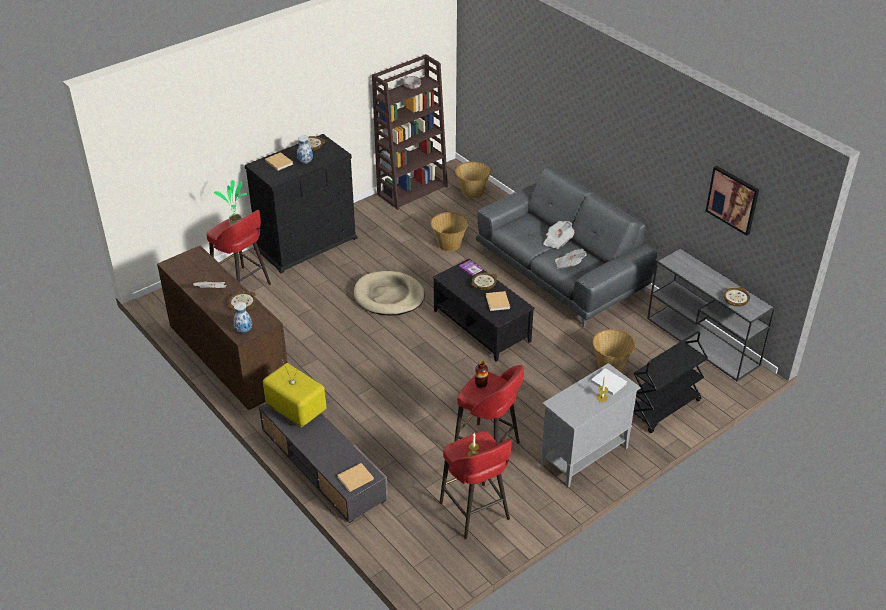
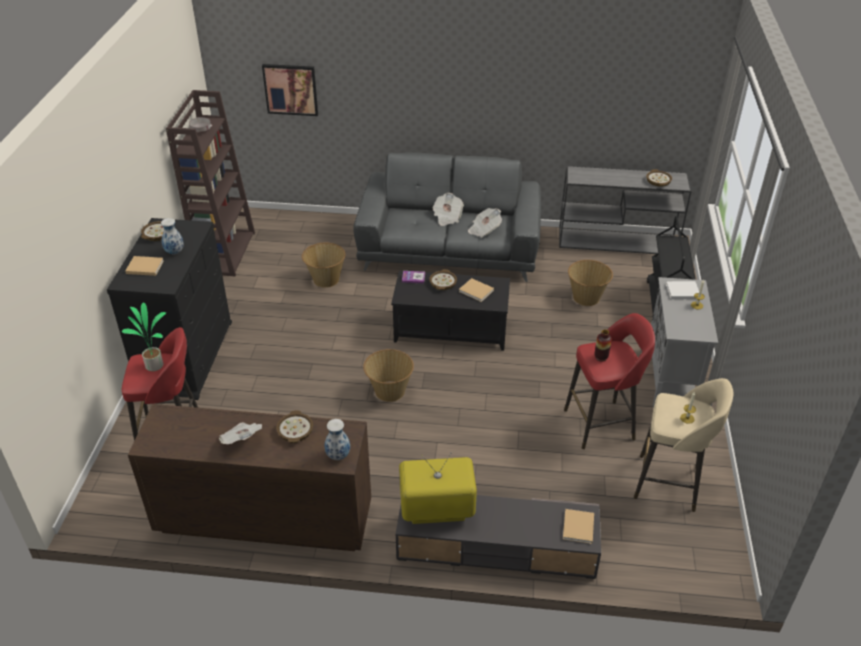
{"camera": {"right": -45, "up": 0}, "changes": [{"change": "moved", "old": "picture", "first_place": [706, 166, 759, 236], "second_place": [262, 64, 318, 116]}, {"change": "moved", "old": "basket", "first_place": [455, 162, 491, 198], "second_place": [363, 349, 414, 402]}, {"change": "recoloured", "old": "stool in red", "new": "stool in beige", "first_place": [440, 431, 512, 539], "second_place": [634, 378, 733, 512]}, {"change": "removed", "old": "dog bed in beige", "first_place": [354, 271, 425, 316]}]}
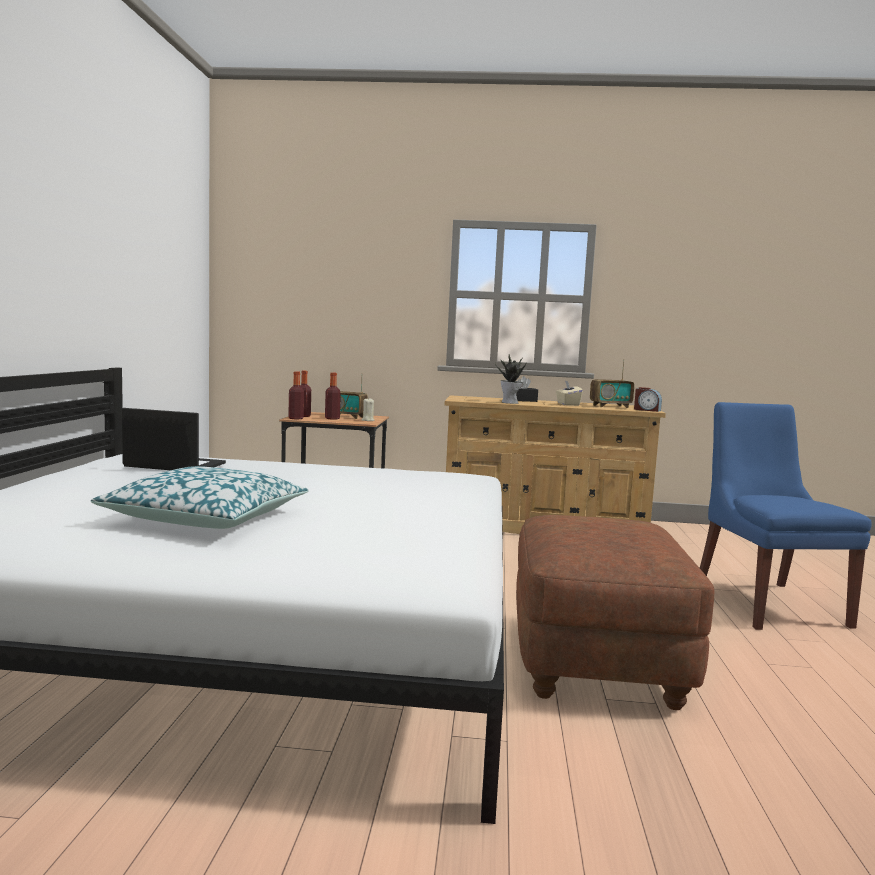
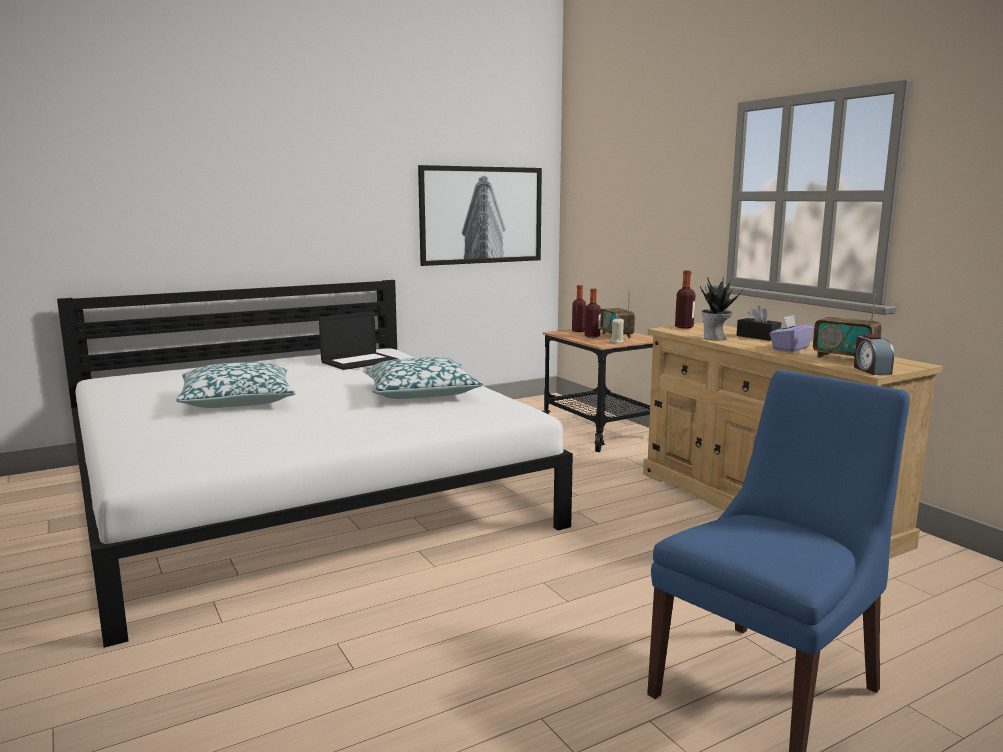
{"camera": {"right": 55, "up": 5}, "changes": [{"change": "turned", "old": "laptop", "first_place": [122, 408, 226, 470], "second_place": [319, 311, 398, 370], "degrees": 75}, {"change": "added", "new": "pillow", "second_place": [363, 357, 483, 399]}, {"change": "added", "new": "picture", "second_place": [418, 165, 542, 266]}, {"change": "moved", "old": "bottle", "first_place": [288, 371, 304, 419], "second_place": [675, 270, 695, 329]}, {"change": "recoloured", "old": "tissue box in beige", "new": "tissue box in purple", "first_place": [556, 381, 583, 406], "second_place": [770, 315, 814, 352]}, {"change": "removed", "old": "ottoman in brown", "first_place": [516, 515, 714, 710]}]}
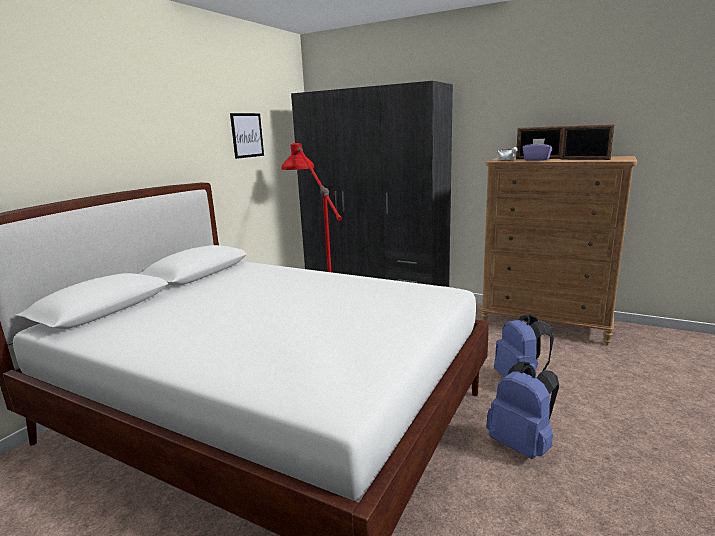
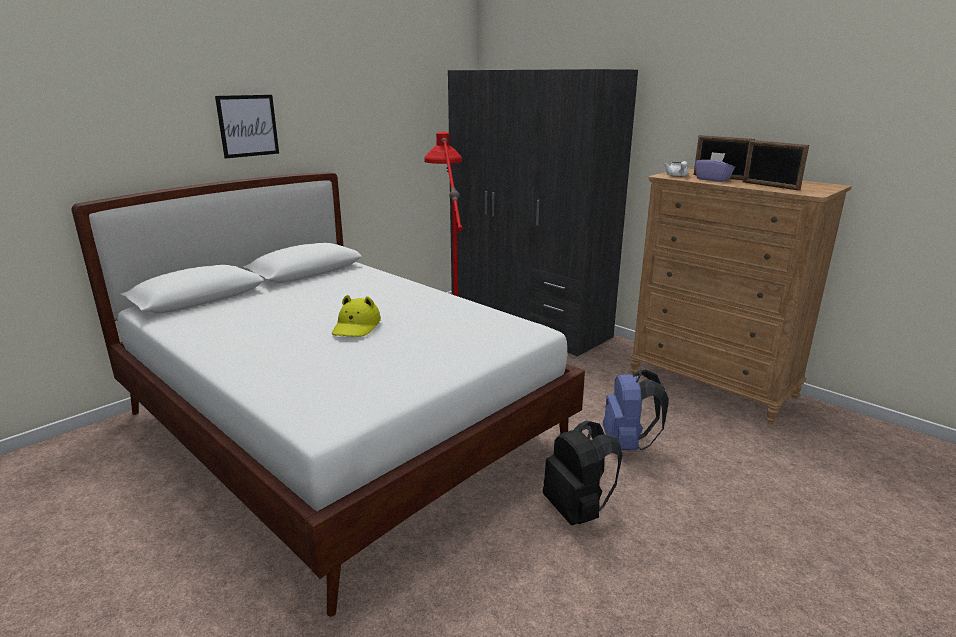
{"camera": {"right": 15, "up": 5}, "changes": [{"change": "moved", "old": "picture", "first_place": [230, 113, 264, 159], "second_place": [215, 95, 279, 159]}, {"change": "added", "new": "hat in yellow", "second_place": [332, 295, 381, 337]}, {"change": "recoloured", "old": "backpack in blue", "new": "backpack in black", "first_place": [486, 362, 559, 459], "second_place": [543, 421, 623, 525]}]}
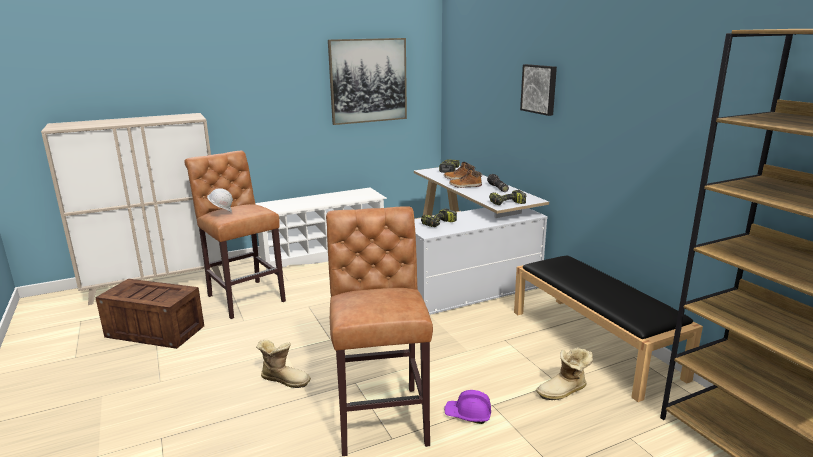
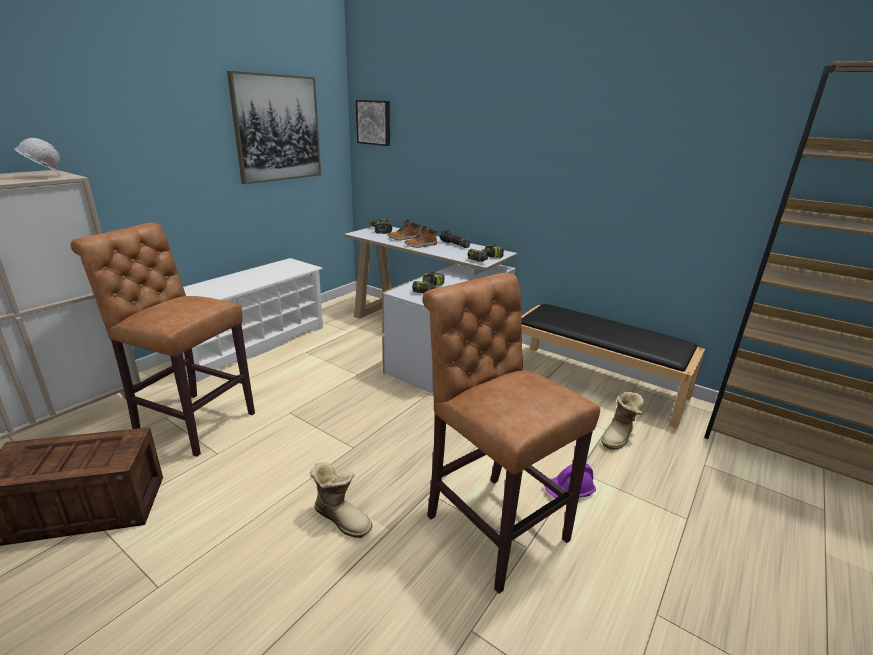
{"camera": {"right": -30, "up": 5}, "changes": [{"change": "moved", "old": "hard hat in white", "first_place": [207, 188, 233, 213], "second_place": [14, 138, 61, 176]}, {"change": "turned", "old": "boot", "first_place": [256, 340, 311, 388], "second_place": [310, 462, 372, 538], "degrees": 45}, {"change": "moved", "old": "picture", "first_place": [520, 64, 557, 116], "second_place": [356, 100, 390, 146]}]}
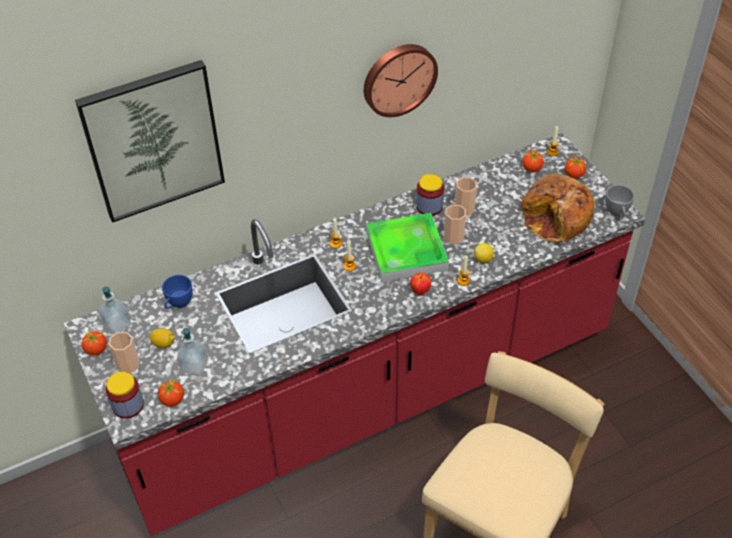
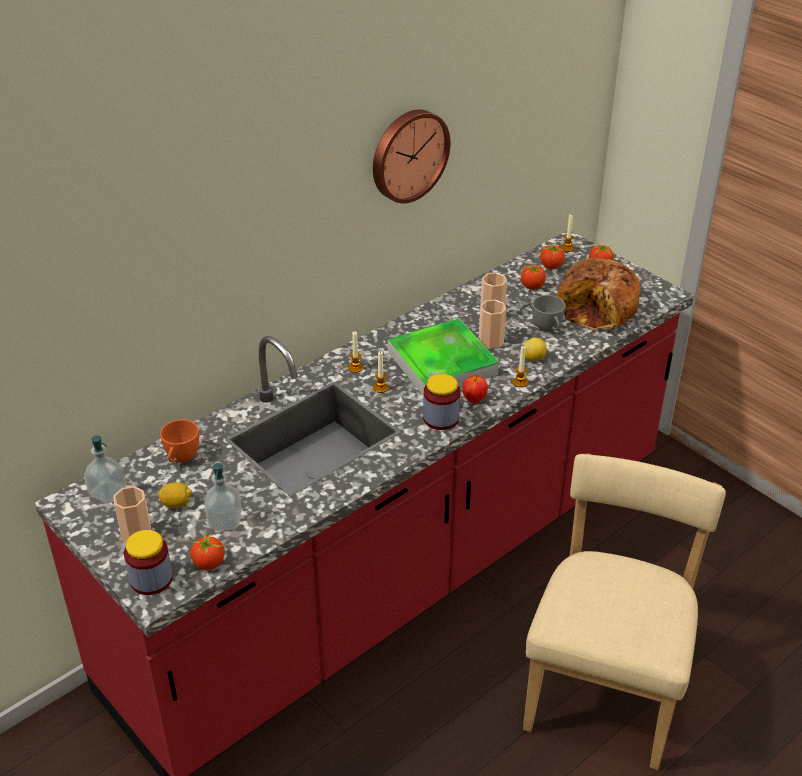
{"camera": {"right": -15, "up": -10}, "changes": [{"change": "recoloured", "old": "cup in blue", "new": "cup in orange", "first_place": [162, 275, 193, 309], "second_place": [160, 419, 199, 462]}, {"change": "moved", "old": "jar", "first_place": [416, 174, 444, 216], "second_place": [423, 374, 460, 430]}, {"change": "moved", "old": "tomato", "first_place": [81, 331, 107, 356], "second_place": [521, 265, 548, 290]}, {"change": "moved", "old": "cup in grey", "first_place": [606, 185, 634, 217], "second_place": [532, 295, 565, 332]}, {"change": "removed", "old": "picture", "first_place": [75, 60, 225, 223]}]}
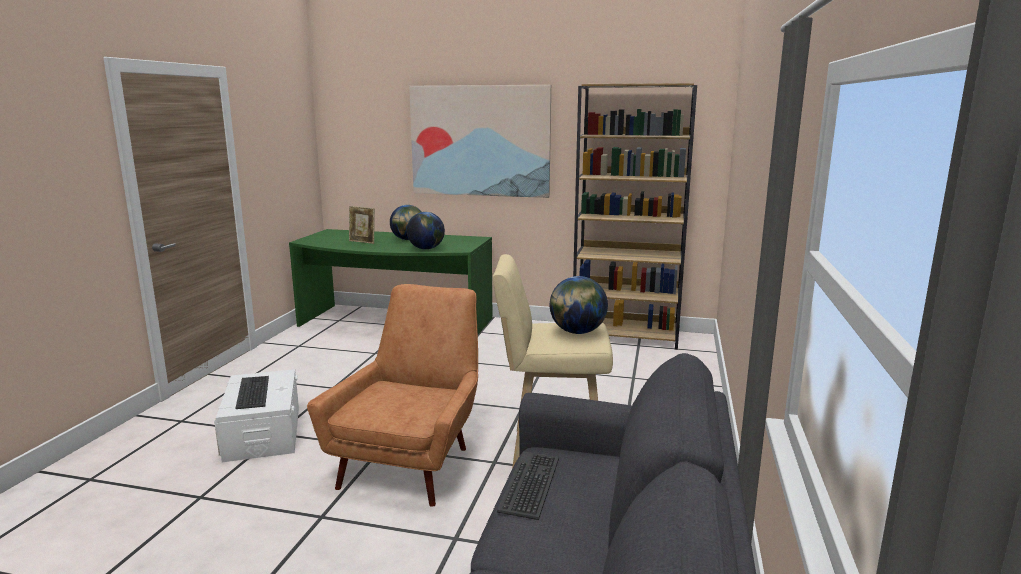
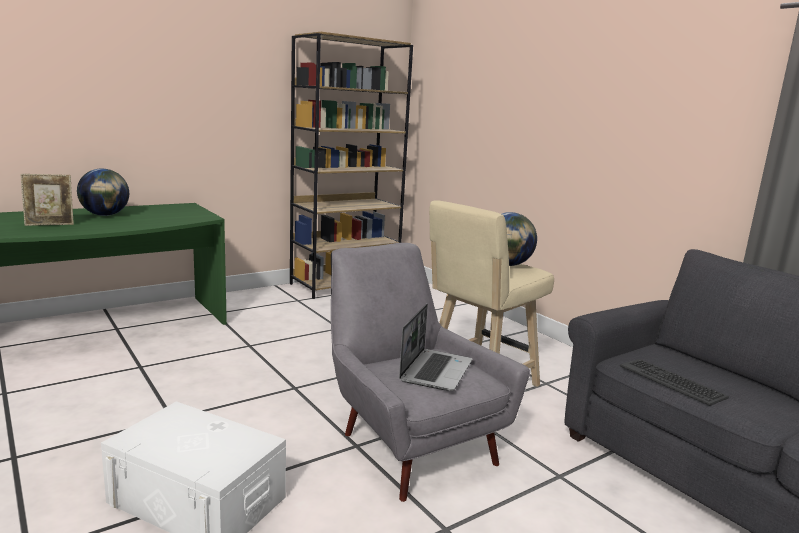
{"camera": {"right": -50, "up": 0}, "changes": [{"change": "recoloured", "old": "armchair in brown", "new": "armchair in grey", "first_place": [307, 284, 478, 507], "second_place": [331, 243, 530, 502]}, {"change": "added", "new": "laptop", "second_place": [399, 304, 472, 391]}, {"change": "removed", "old": "keyboard", "first_place": [235, 376, 269, 409]}, {"change": "removed", "old": "globe", "first_place": [407, 212, 445, 250]}, {"change": "removed", "old": "picture", "first_place": [409, 85, 551, 198]}]}
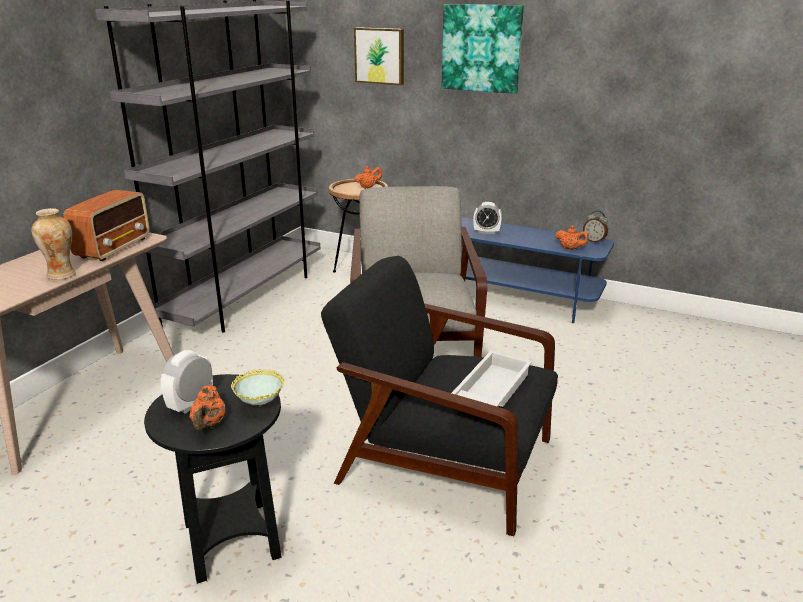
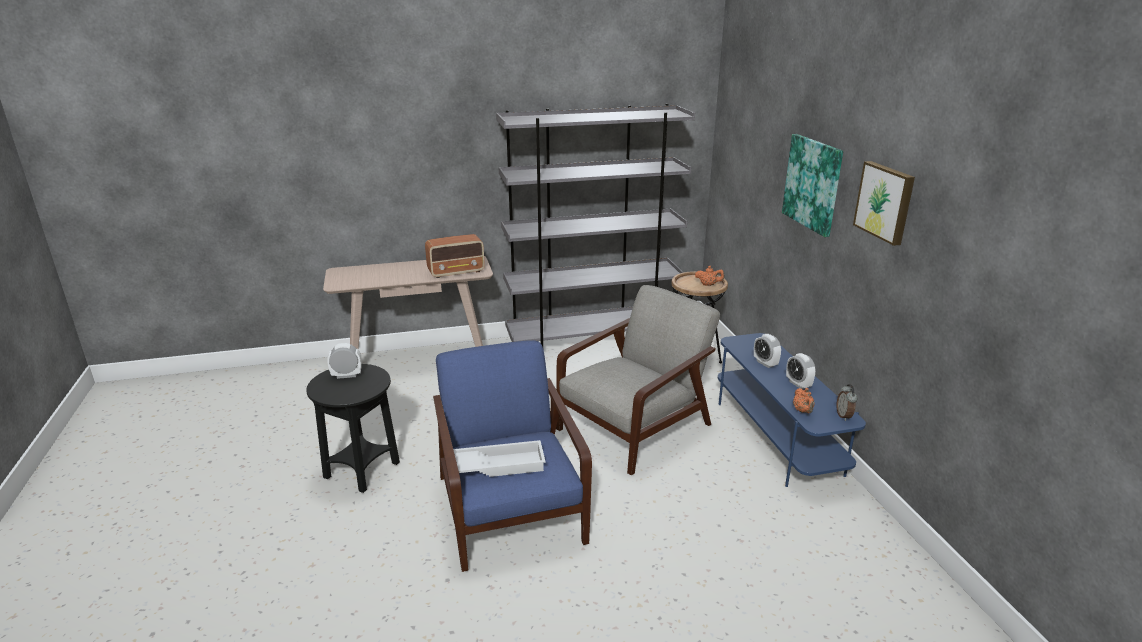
{"camera": {"right": 50, "up": 0}, "changes": [{"change": "recoloured", "old": "armchair in black", "new": "armchair in blue", "first_place": [321, 256, 558, 536], "second_place": [433, 340, 592, 572]}, {"change": "added", "new": "alarm clock", "second_place": [786, 353, 816, 389]}, {"change": "moved", "old": "picture", "first_place": [354, 27, 404, 85], "second_place": [853, 161, 915, 246]}, {"change": "removed", "old": "vase", "first_place": [31, 208, 76, 280]}, {"change": "removed", "old": "teapot in orange", "first_place": [190, 385, 226, 430]}, {"change": "removed", "old": "bowl", "first_place": [231, 369, 284, 407]}]}
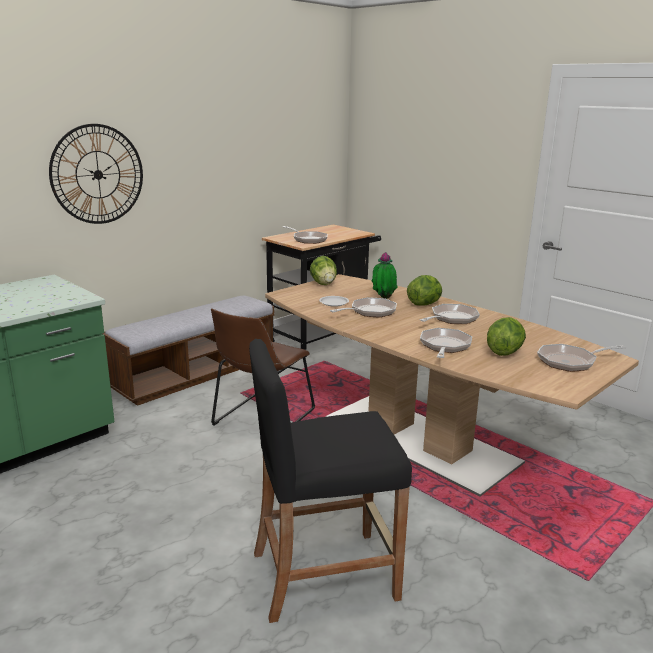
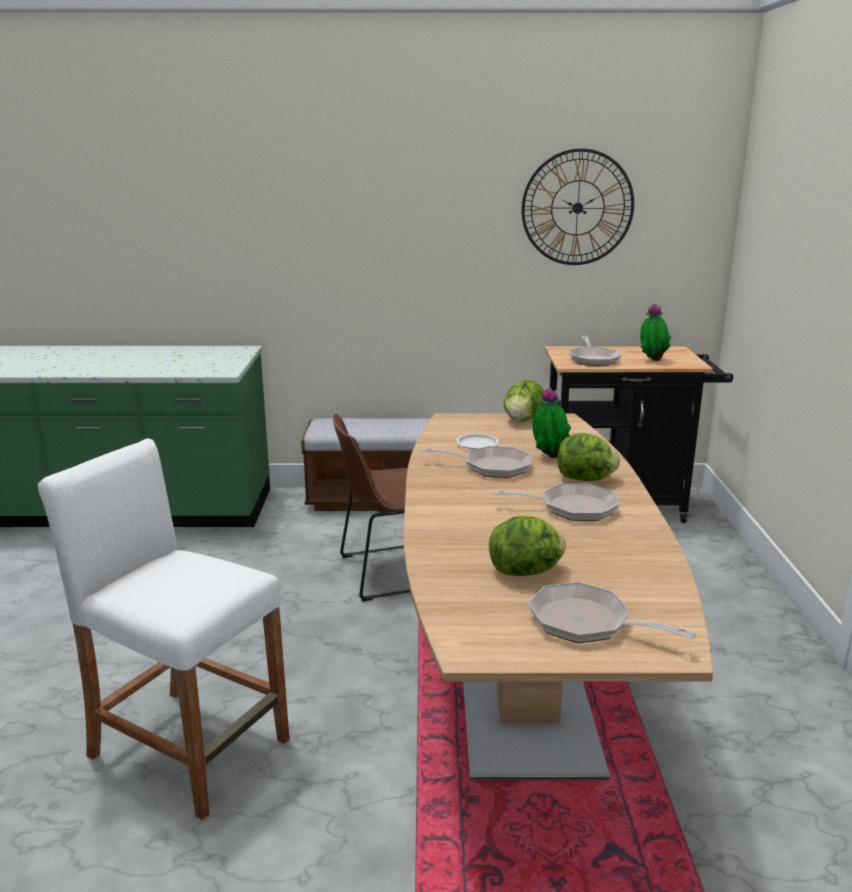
{"camera": {"right": 45, "up": 0}, "changes": [{"change": "recoloured", "old": "stool in black", "new": "stool in white", "first_place": [249, 339, 412, 623], "second_place": [38, 438, 289, 820]}, {"change": "moved", "old": "wall clock", "first_place": [49, 124, 143, 224], "second_place": [522, 148, 634, 265]}, {"change": "added", "new": "potted plant", "second_place": [640, 304, 671, 361]}, {"change": "removed", "old": "frying pan", "first_place": [420, 328, 472, 358]}]}
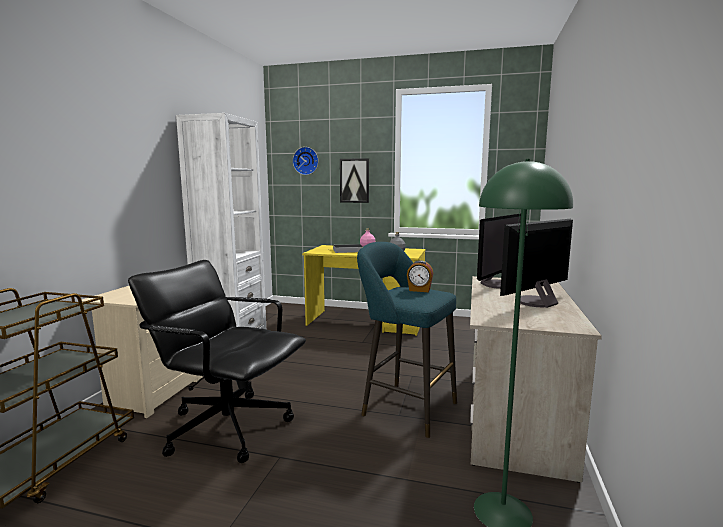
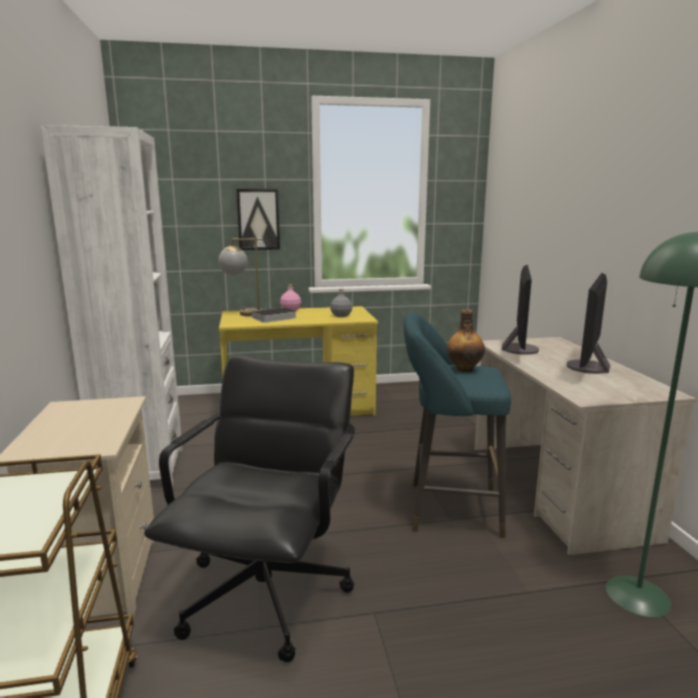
{"camera": {"right": -25, "up": 5}, "changes": [{"change": "turned", "old": "office chair in black", "first_place": [128, 260, 306, 463], "second_place": [144, 355, 355, 662], "degrees": 105}, {"change": "added", "new": "table lamp", "second_place": [218, 238, 263, 317]}, {"change": "replaced", "old": "alarm clock", "new": "bottle", "first_place": [407, 260, 433, 292], "second_place": [446, 309, 485, 372]}, {"change": "removed", "old": "wall clock", "first_place": [293, 147, 319, 175]}]}
